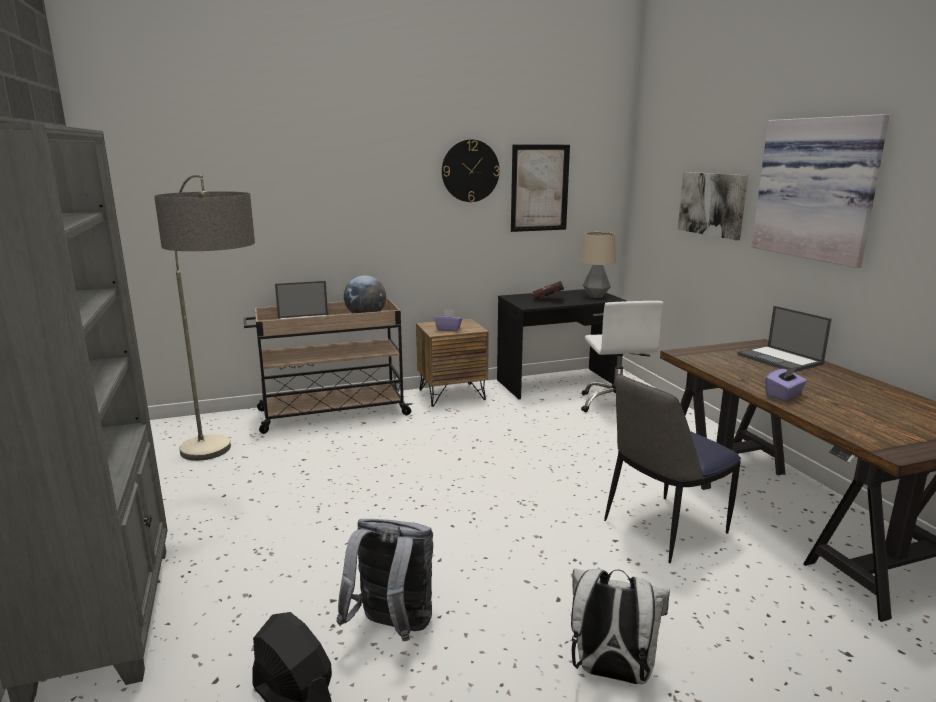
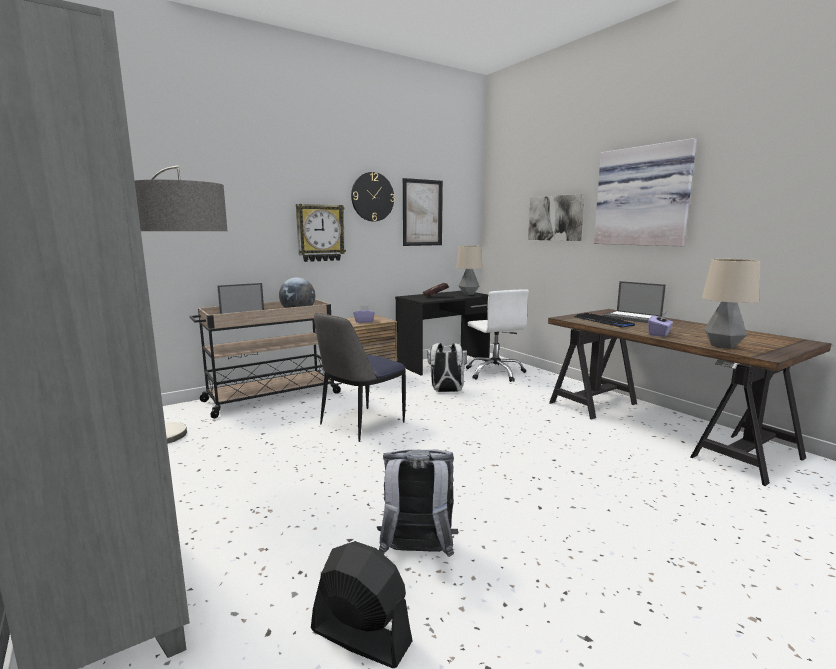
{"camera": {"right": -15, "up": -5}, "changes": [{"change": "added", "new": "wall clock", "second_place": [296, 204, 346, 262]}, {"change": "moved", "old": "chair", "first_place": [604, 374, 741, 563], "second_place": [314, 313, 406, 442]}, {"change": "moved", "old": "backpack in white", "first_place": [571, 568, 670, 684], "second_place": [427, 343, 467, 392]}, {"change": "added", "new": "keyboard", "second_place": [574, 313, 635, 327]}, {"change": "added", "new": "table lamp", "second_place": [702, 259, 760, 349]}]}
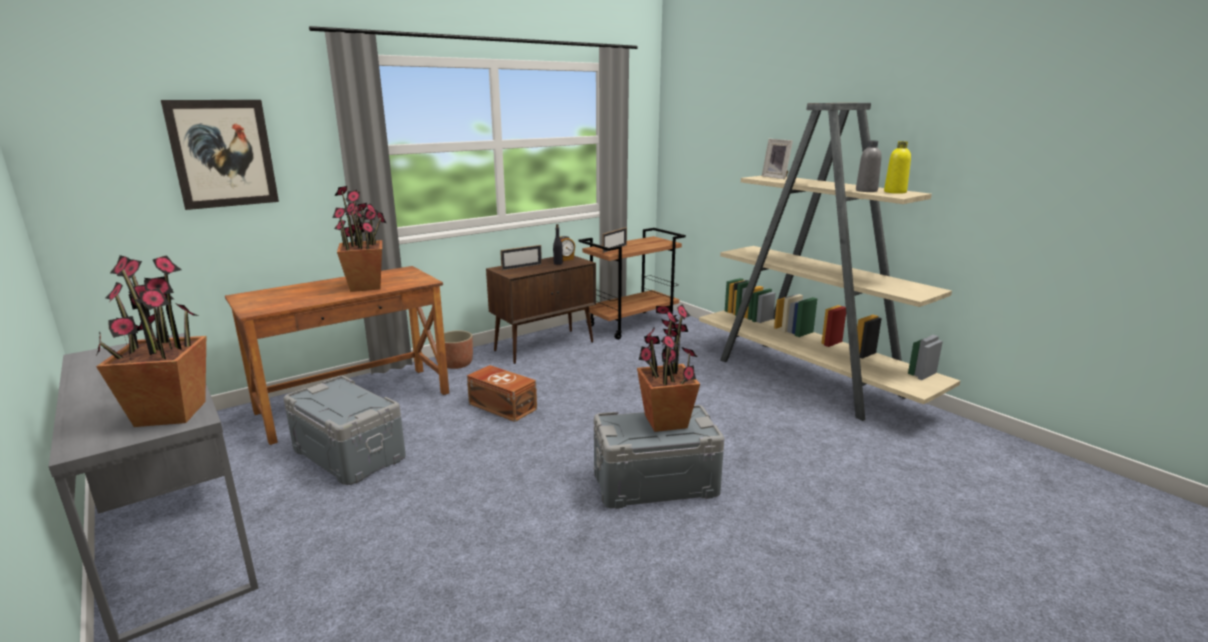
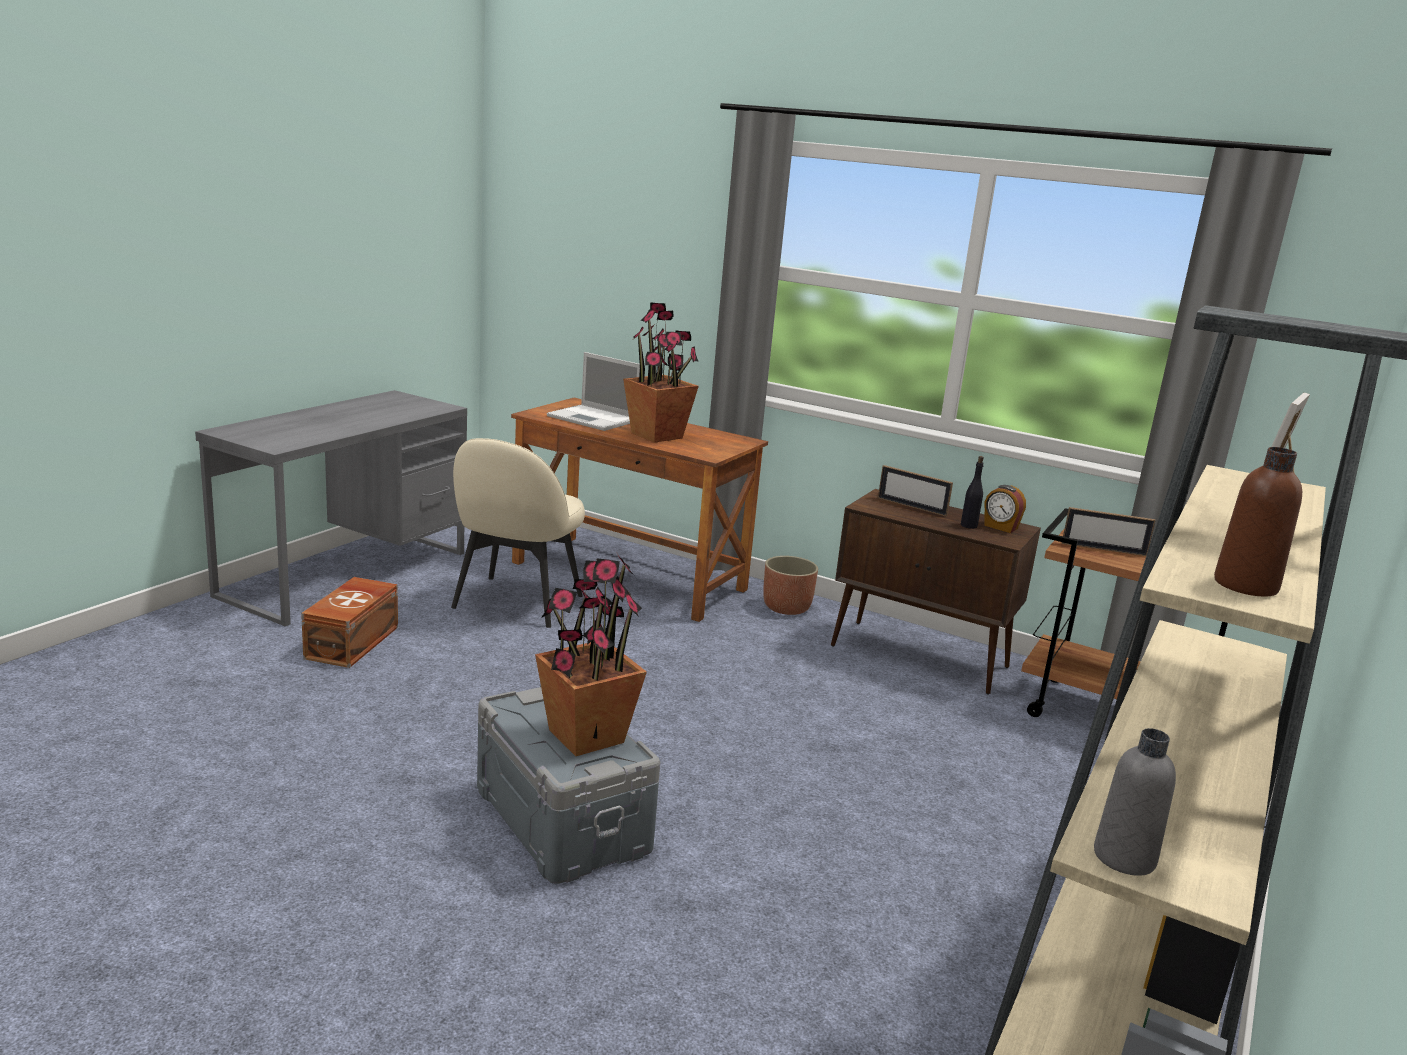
{"camera": {"right": 65, "up": 0}, "changes": [{"change": "moved", "old": "storage box in brown", "first_place": [467, 365, 537, 422], "second_place": [301, 577, 398, 668]}, {"change": "replaced", "old": "storage box in grey", "new": "chair in beige", "first_place": [284, 376, 406, 485], "second_place": [451, 438, 585, 628]}, {"change": "added", "new": "laptop", "second_place": [547, 352, 640, 431]}, {"change": "moved", "old": "bottle in grey", "first_place": [856, 141, 882, 192], "second_place": [1094, 728, 1176, 876]}, {"change": "recoloured", "old": "bottle in yellow", "new": "bottle in brown", "first_place": [884, 141, 911, 194], "second_place": [1214, 447, 1302, 596]}, {"change": "removed", "old": "potted plant", "first_place": [96, 255, 206, 427]}, {"change": "removed", "old": "picture", "first_place": [161, 100, 279, 210]}]}
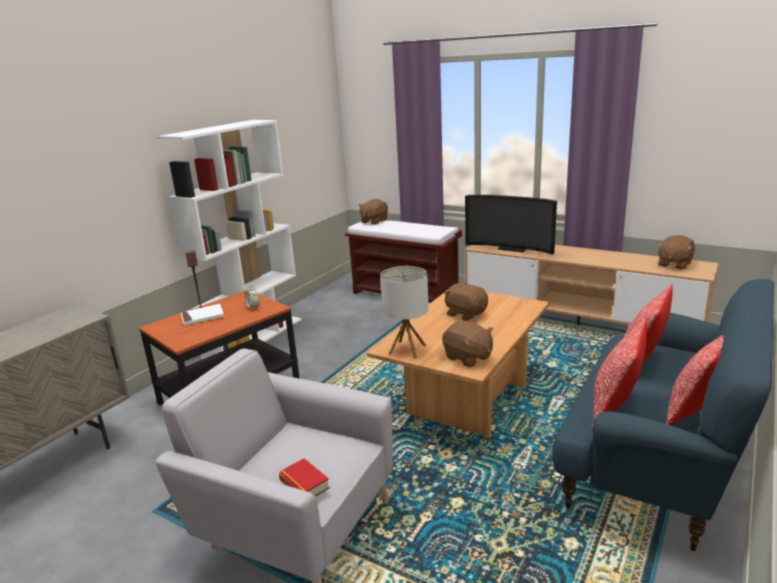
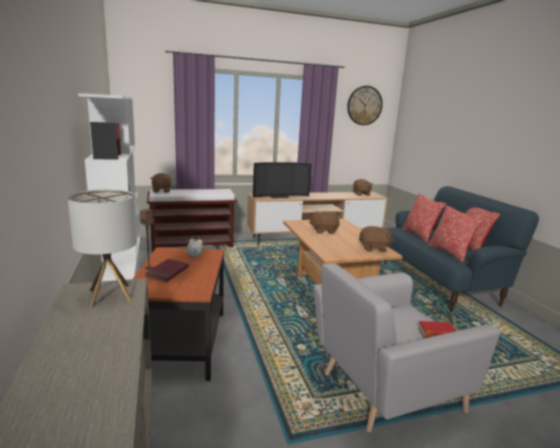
{"camera": {"right": -50, "up": -5}, "changes": [{"change": "moved", "old": "table lamp", "first_place": [380, 266, 429, 359], "second_place": [67, 189, 137, 307]}, {"change": "recoloured", "old": "book in white", "new": "book in red", "first_place": [181, 304, 224, 326], "second_place": [145, 259, 189, 282]}, {"change": "added", "new": "wall clock", "second_place": [347, 86, 383, 125]}]}
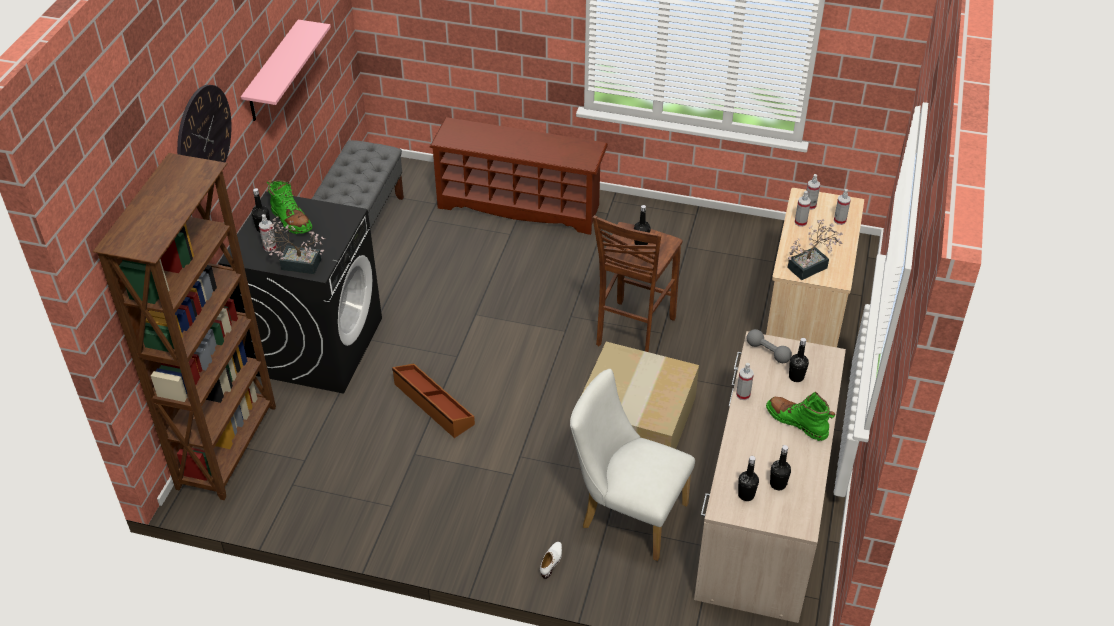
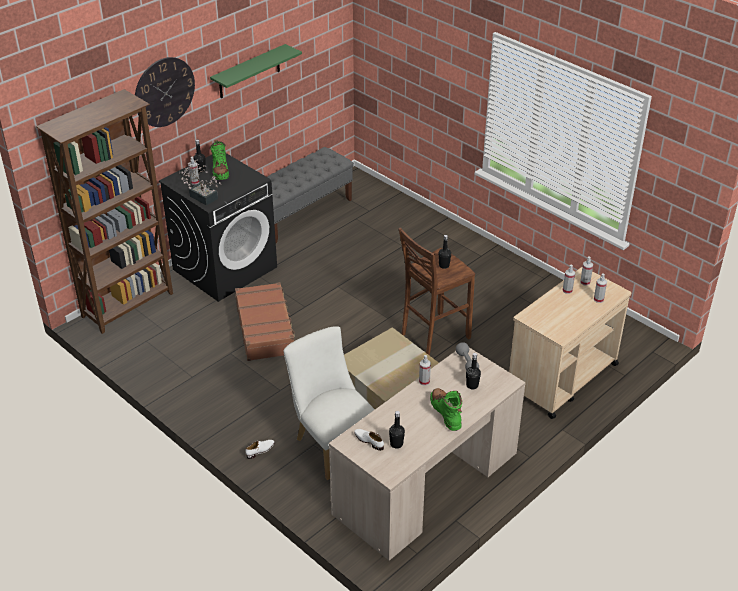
{"camera": {"right": 30, "up": -5}, "changes": [{"change": "recoloured", "old": "shelf in pink", "new": "shelf in green", "first_place": [241, 20, 331, 121], "second_place": [210, 44, 302, 98]}, {"change": "replaced", "old": "storage box in brown", "new": "suitcase in brown", "first_place": [392, 364, 475, 438], "second_place": [235, 282, 295, 361]}, {"change": "replaced", "old": "bottle in black", "new": "shoe in white", "first_place": [738, 456, 759, 501], "second_place": [354, 429, 384, 451]}, {"change": "removed", "old": "shoe rack in brown", "first_place": [429, 117, 608, 235]}, {"change": "removed", "old": "potted plant", "first_place": [788, 219, 843, 280]}]}
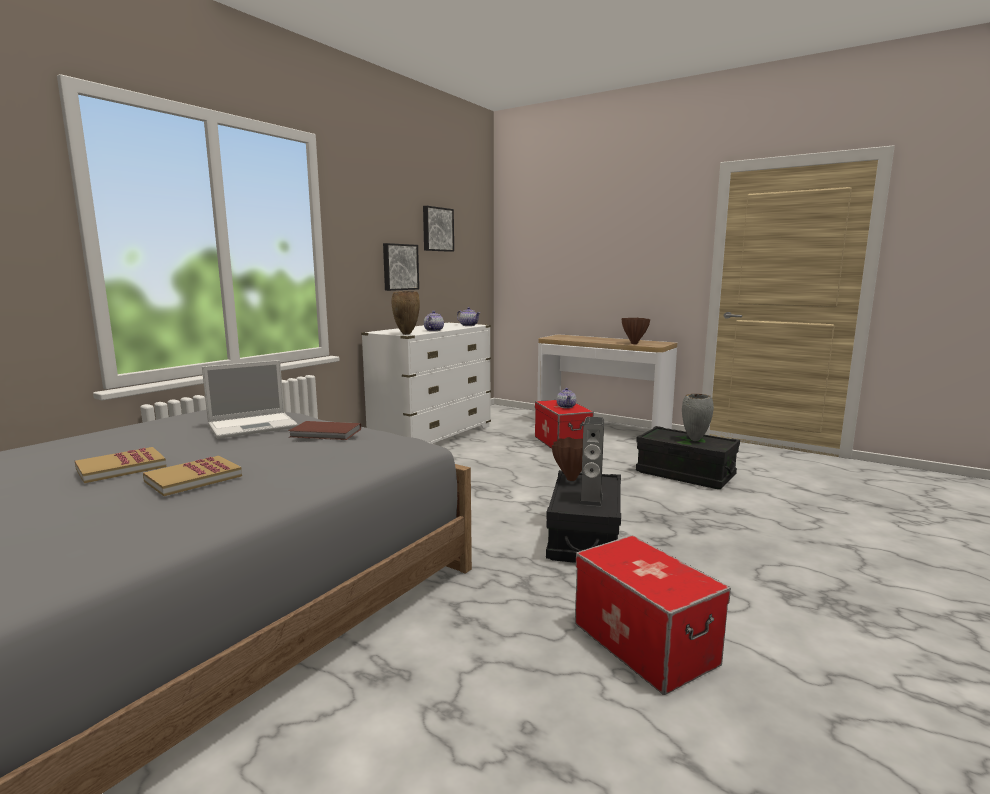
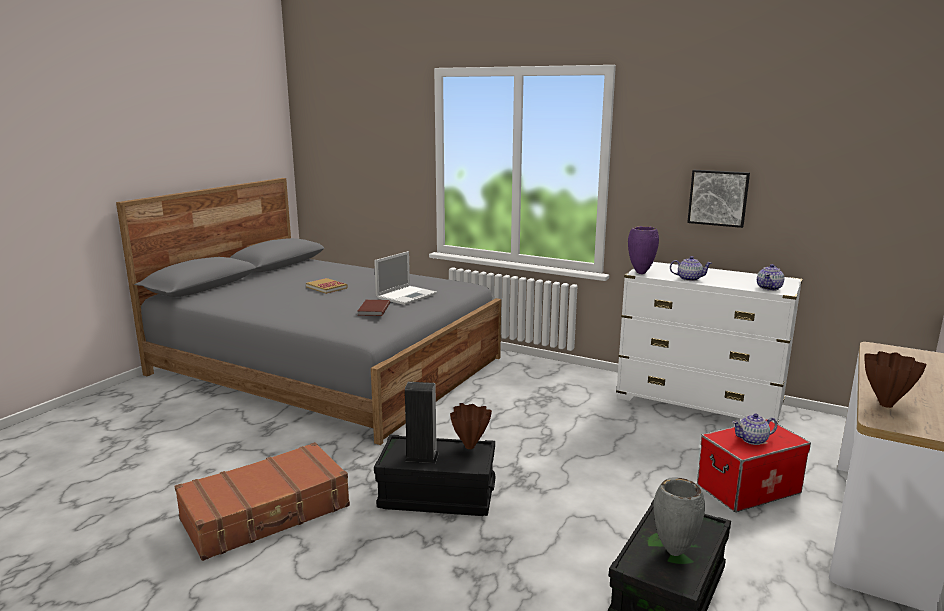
{"camera": {"right": 85, "up": 5}, "changes": [{"change": "replaced", "old": "storage box", "new": "suitcase in brown", "first_place": [575, 535, 731, 695], "second_place": [175, 442, 350, 561]}, {"change": "turned", "old": "laptop", "first_place": [202, 360, 299, 439], "second_place": [374, 251, 437, 305], "degrees": -105}, {"change": "recoloured", "old": "vase in brown", "new": "vase in purple", "first_place": [392, 291, 420, 335], "second_place": [628, 226, 659, 274]}, {"change": "removed", "old": "book", "first_place": [143, 456, 242, 496]}, {"change": "removed", "old": "picture", "first_place": [423, 206, 454, 252]}]}
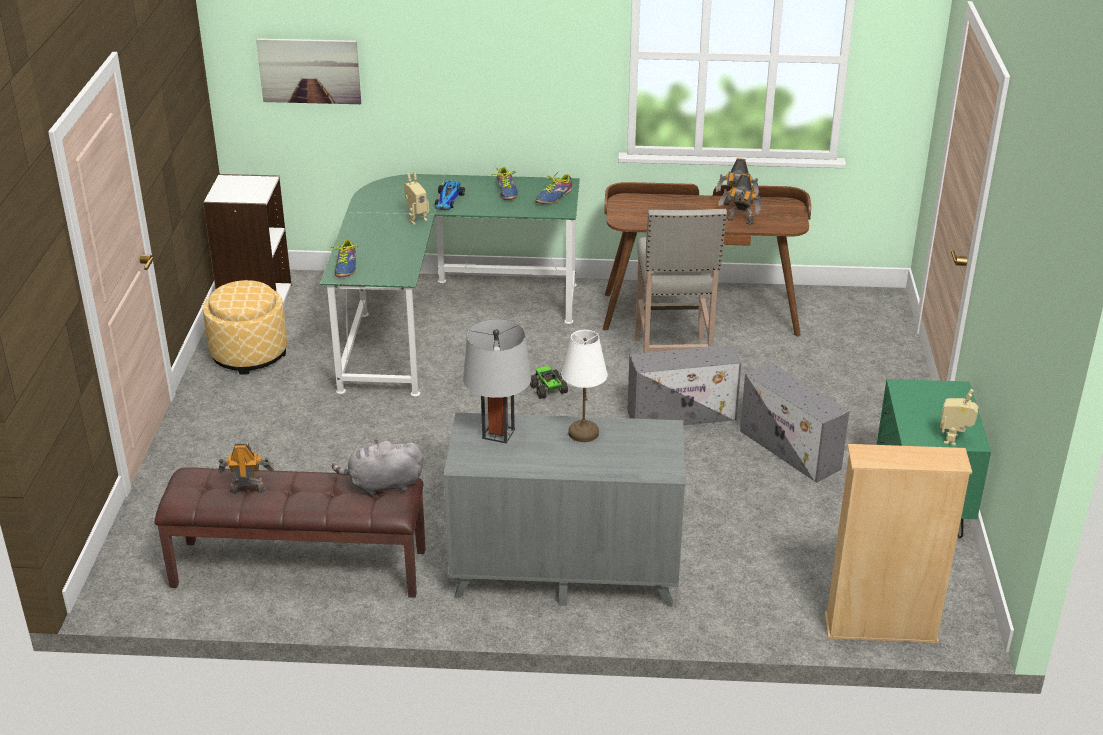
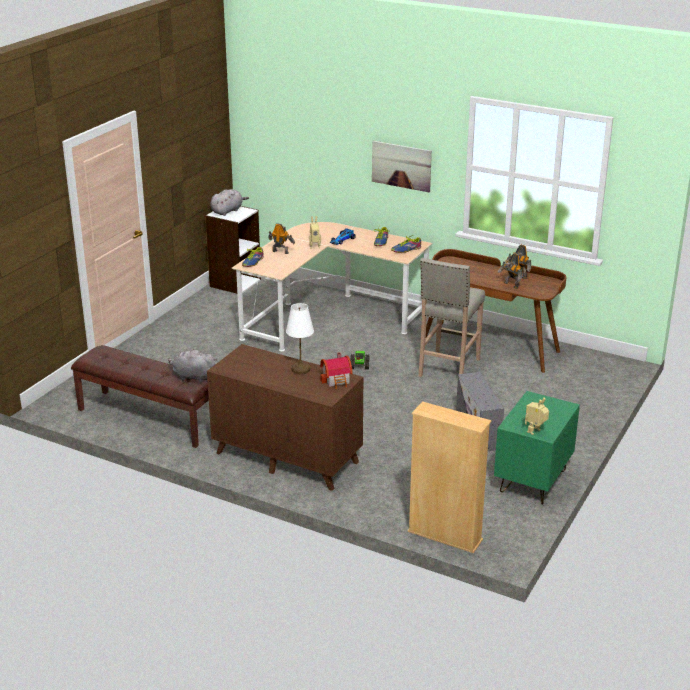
{"camera": {"right": 25, "up": -5}, "changes": [{"change": "recoloured", "old": "dresser in grey", "new": "dresser in brown", "first_place": [444, 413, 685, 606], "second_place": [207, 344, 363, 491]}, {"change": "added", "new": "plush toy in grey", "second_place": [210, 189, 249, 216]}, {"change": "recoloured", "old": "desk in green", "new": "desk in beige", "first_place": [320, 174, 580, 397], "second_place": [232, 222, 432, 352]}, {"change": "moved", "old": "toy robot", "first_place": [218, 442, 274, 494], "second_place": [268, 223, 295, 254]}, {"change": "added", "new": "toy house", "second_place": [320, 352, 353, 389]}, {"change": "moved", "old": "picture", "first_place": [256, 38, 361, 104], "second_place": [372, 141, 432, 192]}, {"change": "removed", "old": "ottoman", "first_place": [203, 280, 287, 375]}, {"change": "removed", "old": "table lamp in grey", "first_place": [463, 320, 531, 444]}, {"change": "removed", "old": "storage box in grey", "first_place": [627, 345, 741, 425]}]}
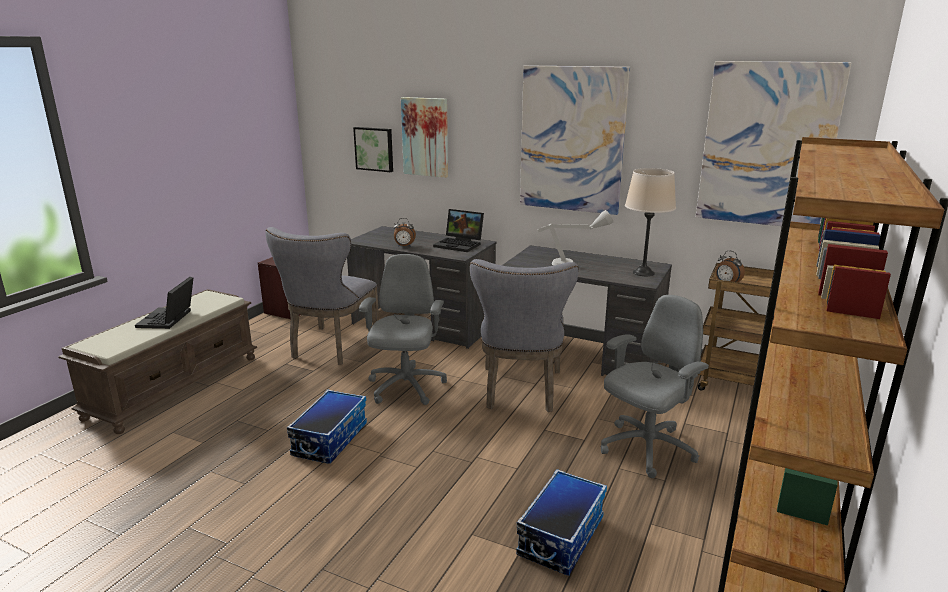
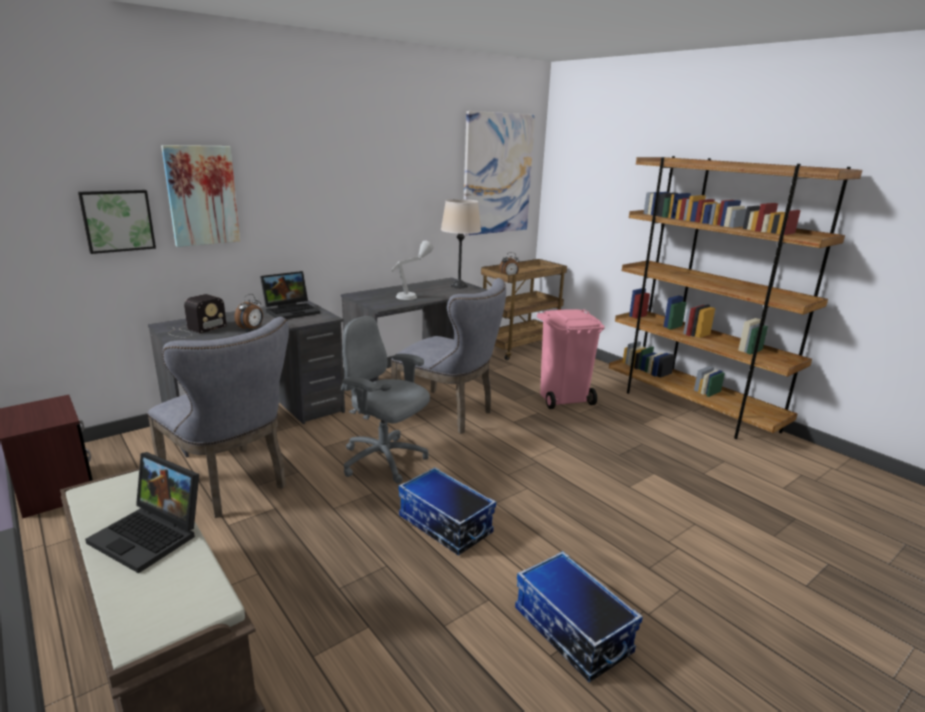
{"camera": {"right": -65, "up": 0}, "changes": [{"change": "added", "new": "radio", "second_place": [168, 294, 227, 338]}, {"change": "moved", "old": "storage box", "first_place": [516, 469, 607, 576], "second_place": [515, 551, 643, 683]}, {"change": "replaced", "old": "office chair in grey", "new": "trash can in pink", "first_place": [601, 295, 709, 478], "second_place": [537, 309, 605, 409]}, {"change": "removed", "old": "picture", "first_place": [520, 65, 630, 215]}]}
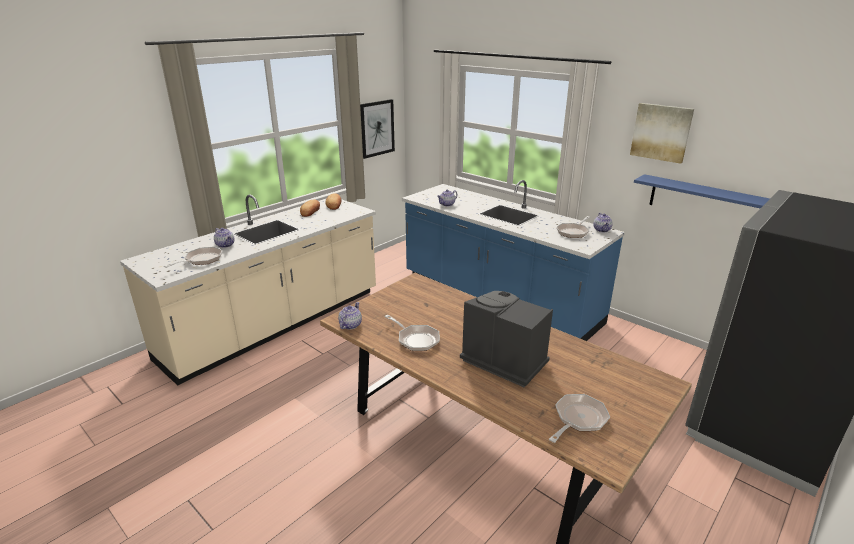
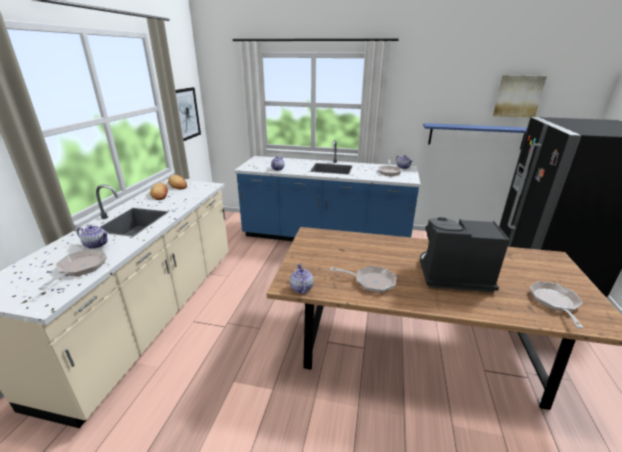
{"camera": {"right": -30, "up": 0}, "changes": [{"change": "moved", "old": "picture", "first_place": [630, 103, 694, 164], "second_place": [493, 75, 547, 117]}]}
